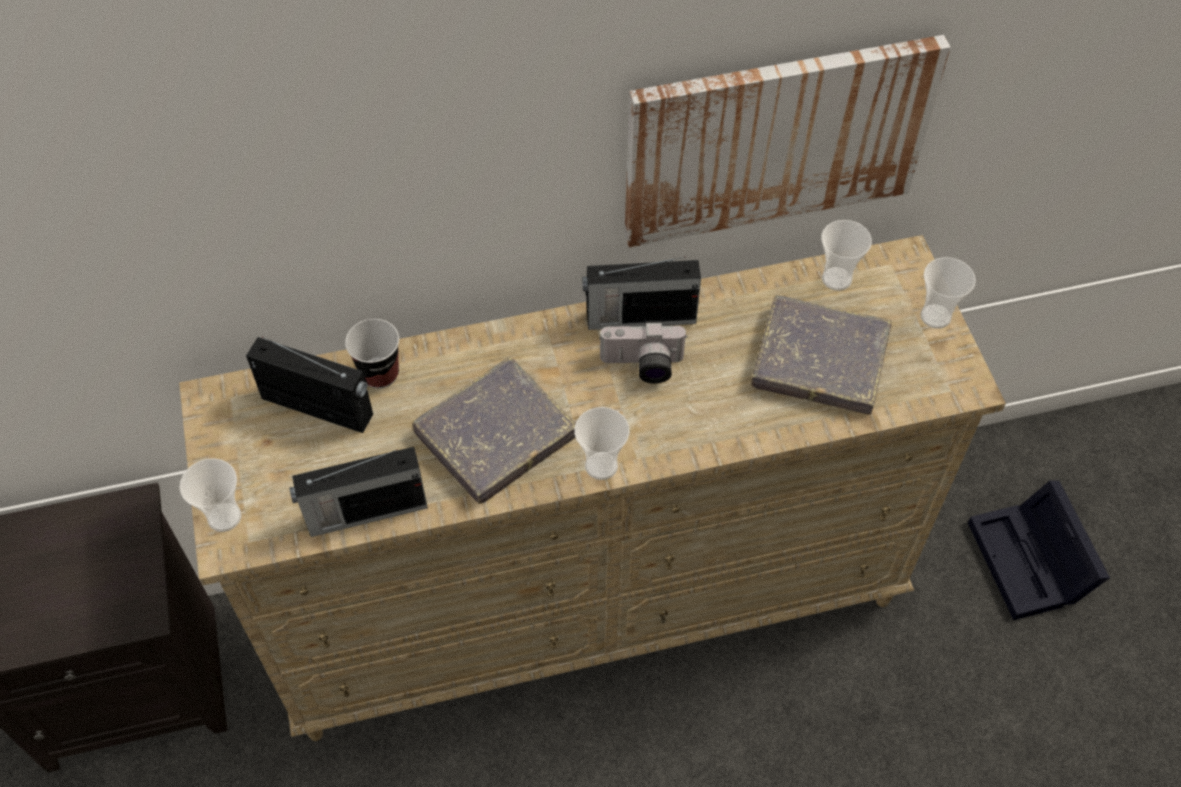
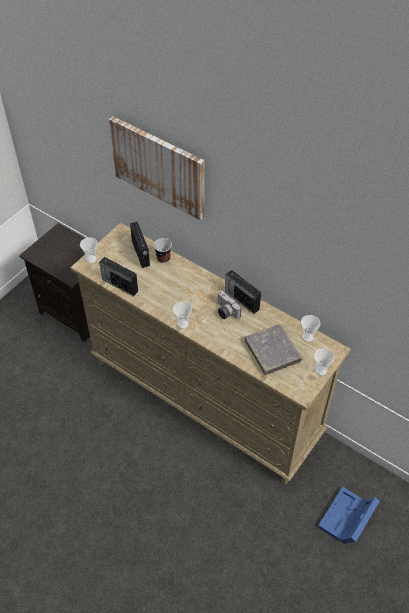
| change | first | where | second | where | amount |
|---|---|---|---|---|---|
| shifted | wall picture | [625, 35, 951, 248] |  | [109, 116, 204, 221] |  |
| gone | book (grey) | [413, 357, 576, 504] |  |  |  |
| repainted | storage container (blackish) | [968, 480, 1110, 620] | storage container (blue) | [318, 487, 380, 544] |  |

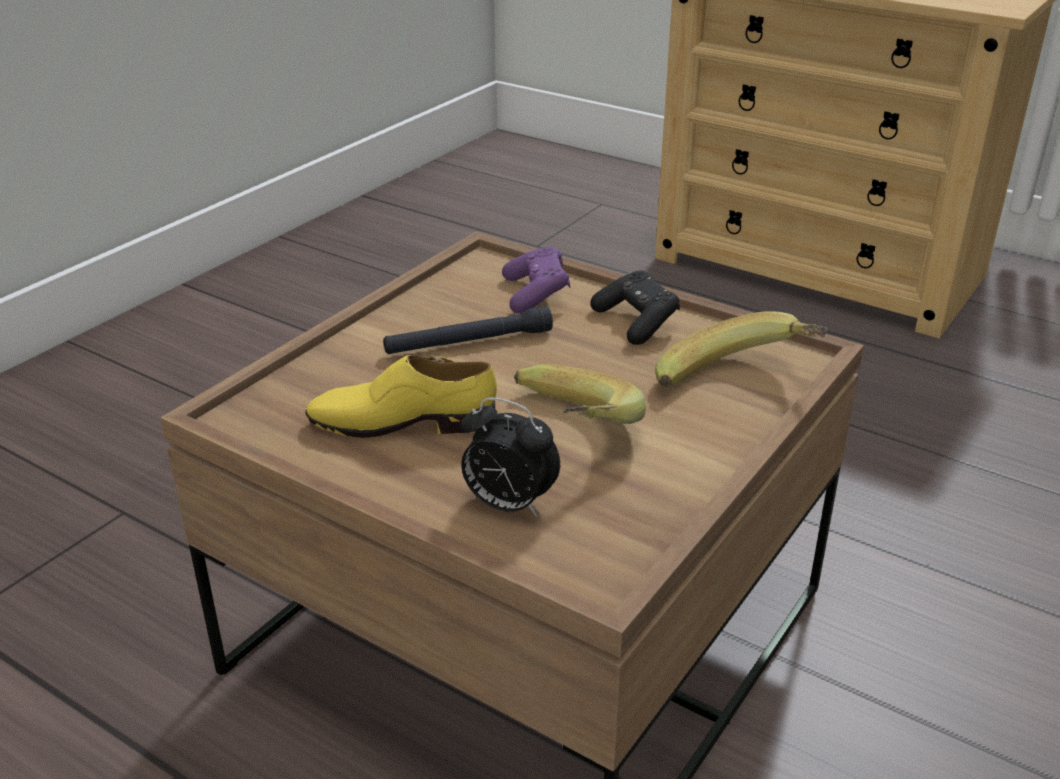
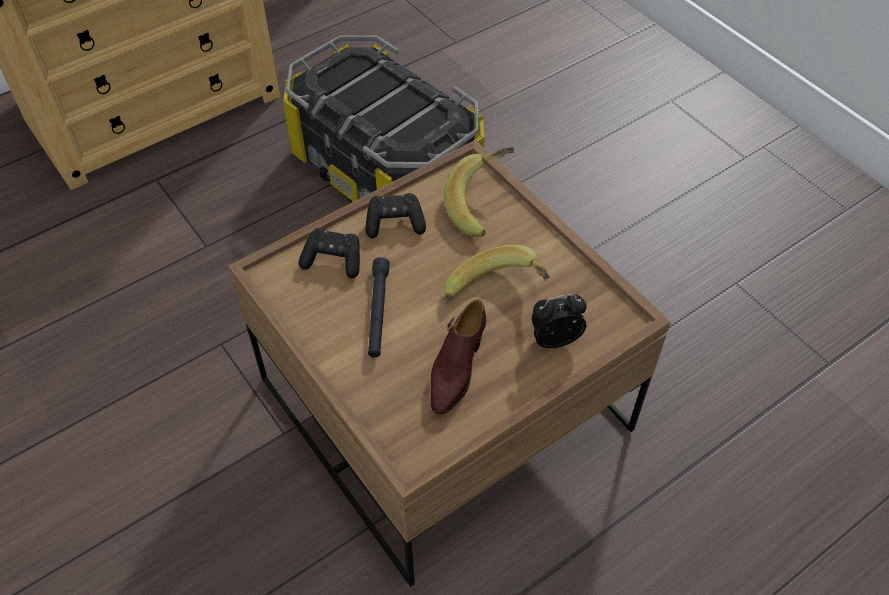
| change | first | where | second | where | amount |
|---|---|---|---|---|---|
| repainted | gamepad (purplish) | [502, 247, 571, 313] | gamepad (blackish) | [299, 228, 360, 279] |  |
| repainted | item of footwear (yellowish) | [305, 355, 497, 438] | item of footwear (brownish) | [431, 299, 486, 414] |  |
| rotated | bedside clock | [461, 397, 560, 517] |  | [532, 294, 587, 348] | 150 degrees counterclockwise |
| new |  |  | storage container | [283, 35, 485, 202] |  |

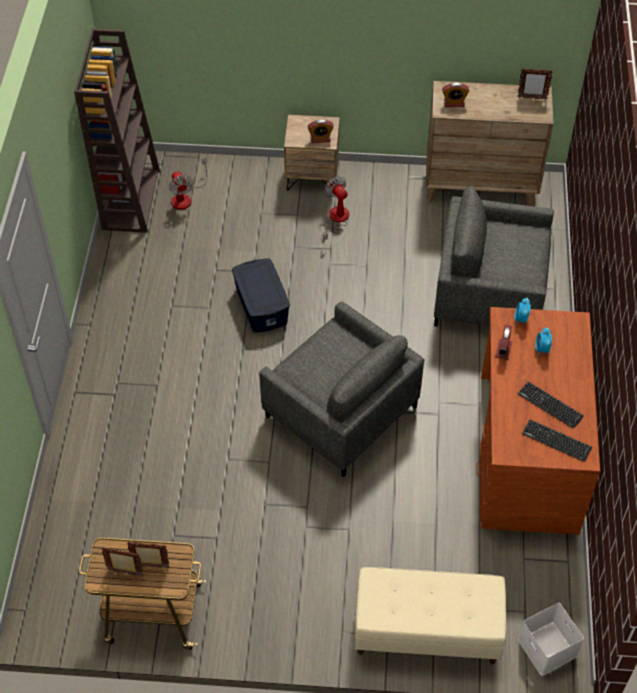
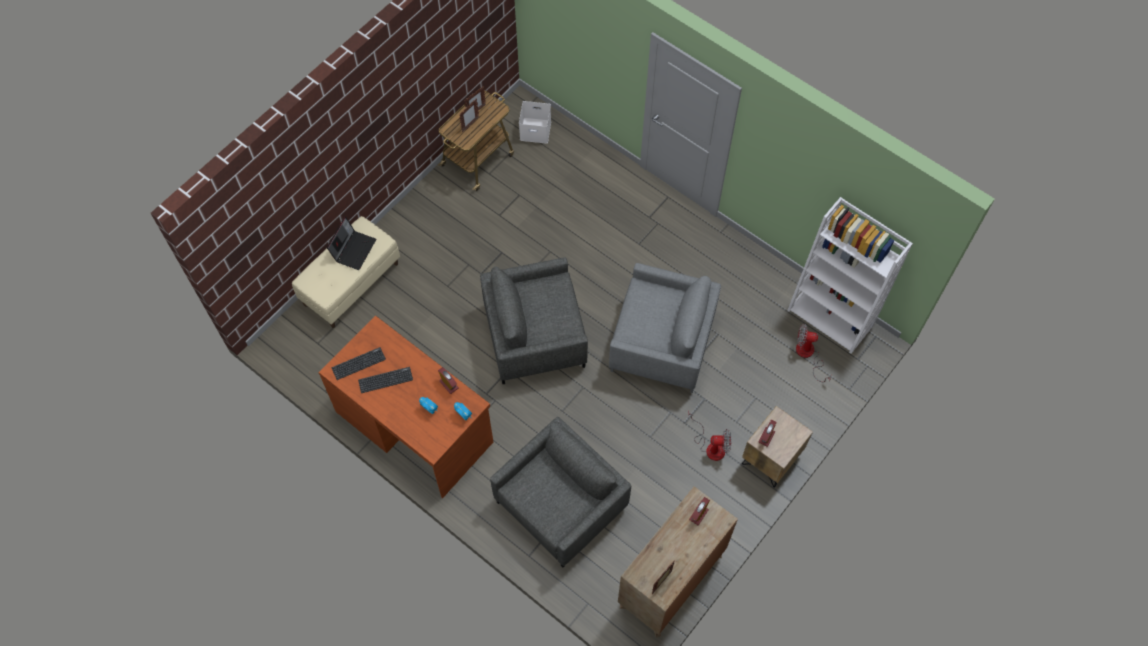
| change | first | where | second | where | amount |
|---|---|---|---|---|---|
| repainted | shelving unit (brownish) | [74, 28, 160, 233] | shelving unit (white) | [787, 197, 913, 354] |  |
| swapped | storage container (blue) | [232, 259, 290, 333] | easy chair (grey) | [609, 263, 721, 393] |  |
| shifted | storage container (white) | [518, 603, 584, 676] |  | [519, 101, 551, 144] |  |
| new |  |  | portable computer | [327, 217, 376, 270] |  |

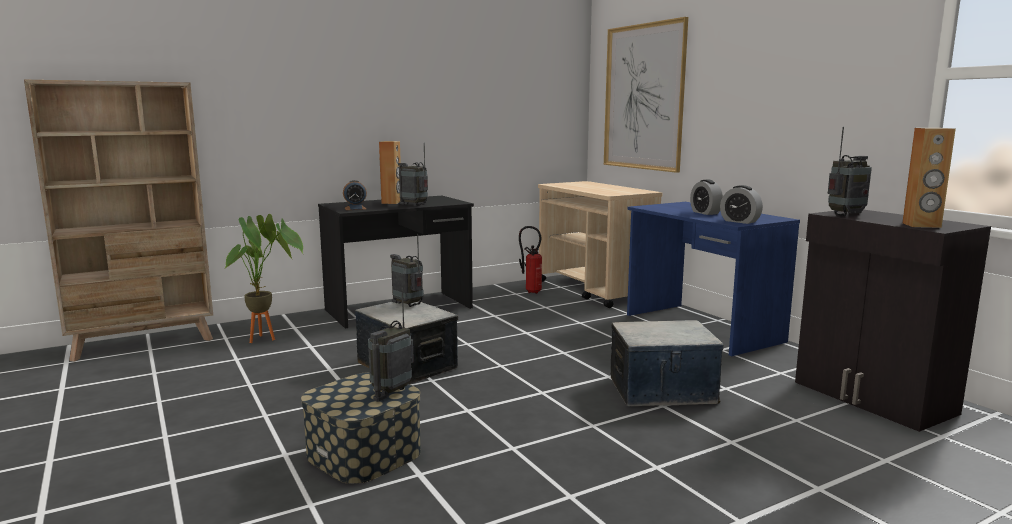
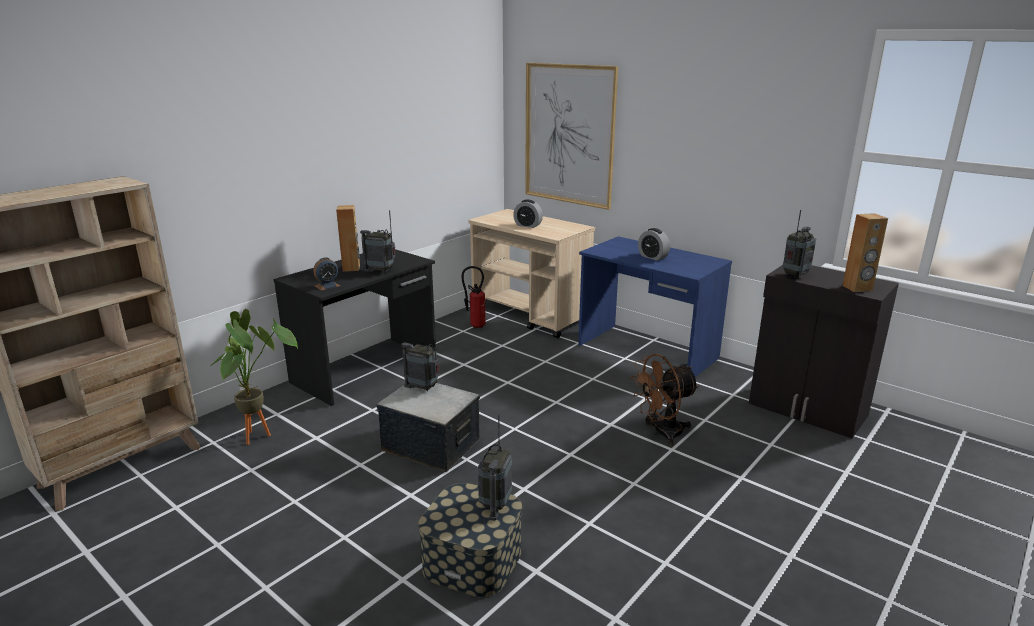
| change | first | where | second | where | amount |
|---|---|---|---|---|---|
| shifted | bedside clock | [720, 185, 763, 224] |  | [513, 200, 543, 228] |  |
| swapped | storage container | [611, 320, 724, 406] | electric fan (brownish) | [630, 354, 699, 446] |  |

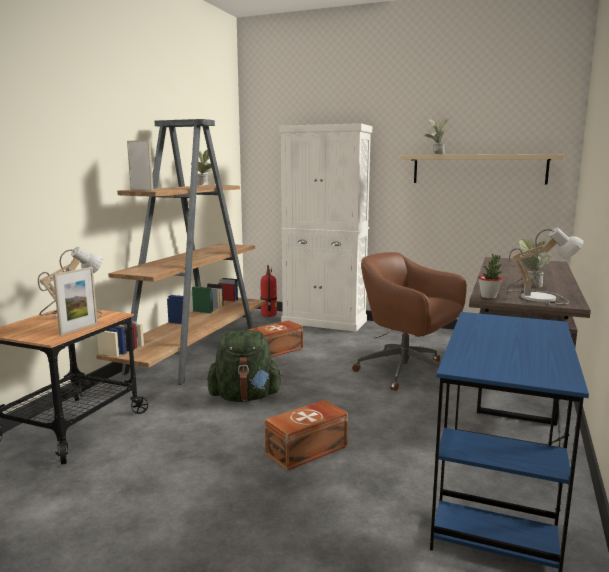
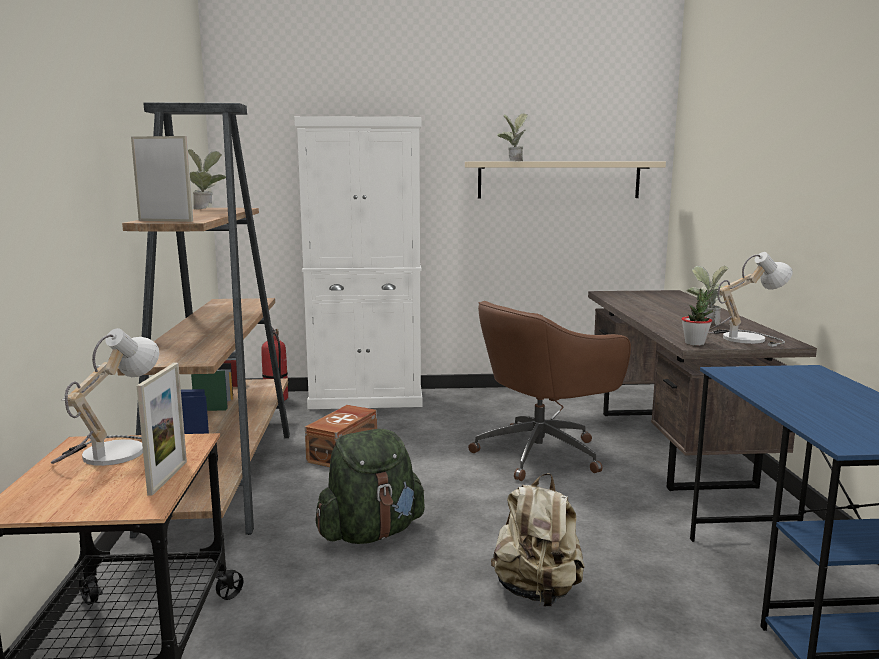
| change | first | where | second | where | amount |
|---|---|---|---|---|---|
| rotated | desk chair (brownish) | [352, 252, 467, 391] |  | [468, 301, 631, 481] | 45 degrees counterclockwise |
| swapped | storage container (brownish) | [265, 400, 348, 471] | rucksack (beige-coloured) | [491, 473, 585, 607] |  |

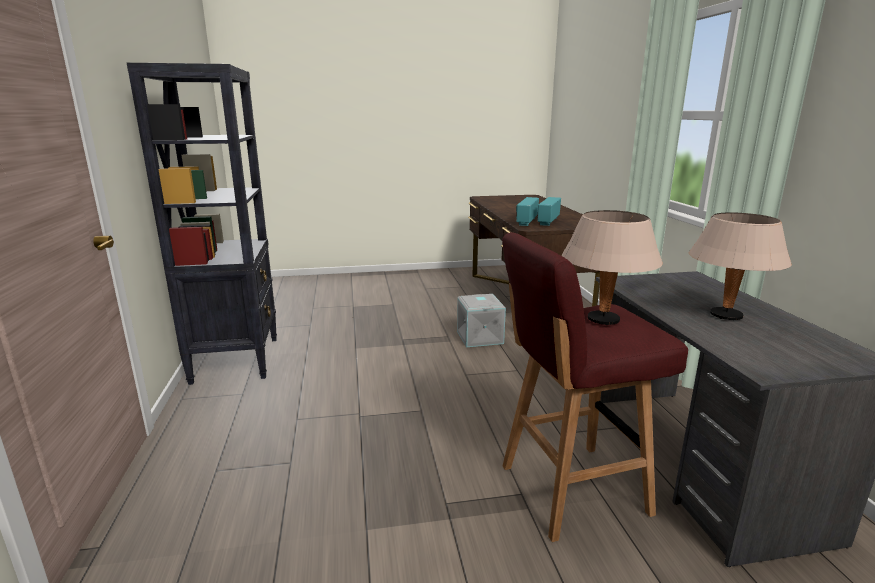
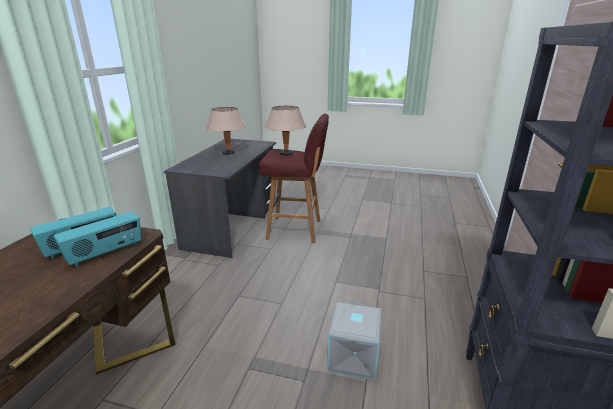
| change | first | where | second | where | amount |
|---|---|---|---|---|---|
| shifted | storage container (grey) | [457, 294, 506, 347] |  | [327, 302, 382, 380] |  |

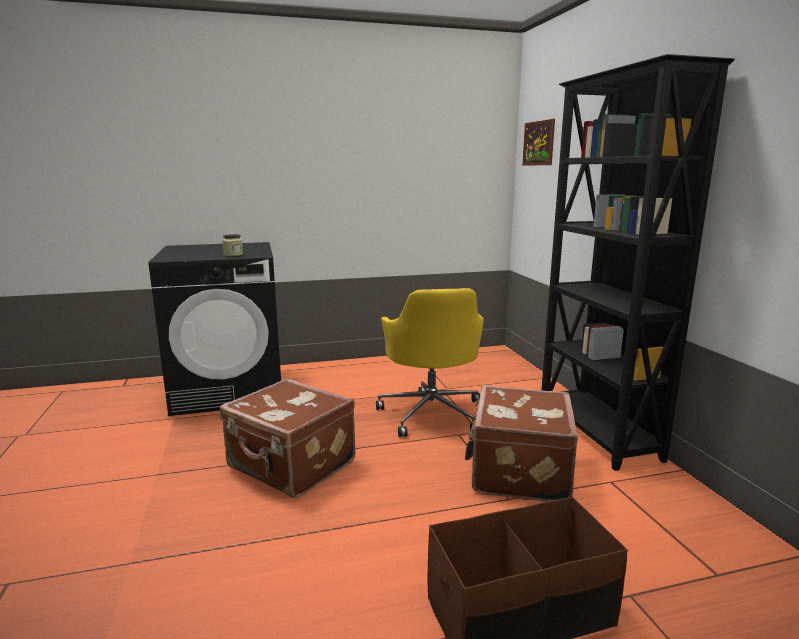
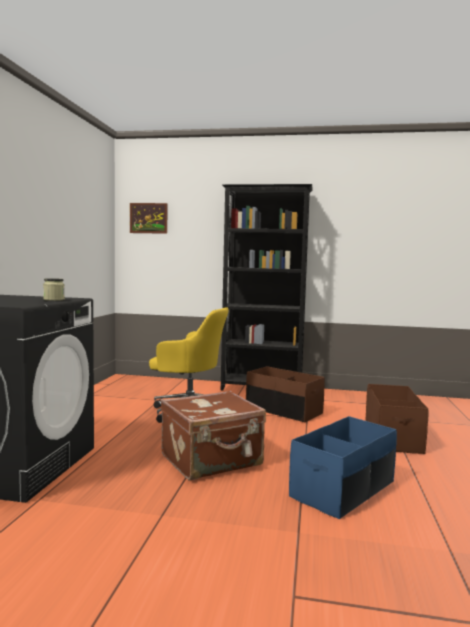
| change | first | where | second | where | amount |
|---|---|---|---|---|---|
| swapped | travel case (brownish) | [465, 385, 578, 502] | storage container (brownish) | [246, 366, 325, 423] |  |
| new |  |  | storage container (blue) | [289, 416, 397, 519] |  |

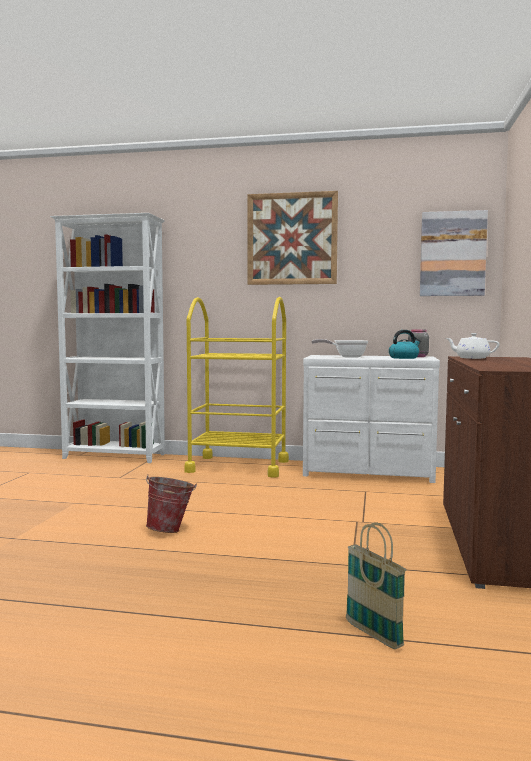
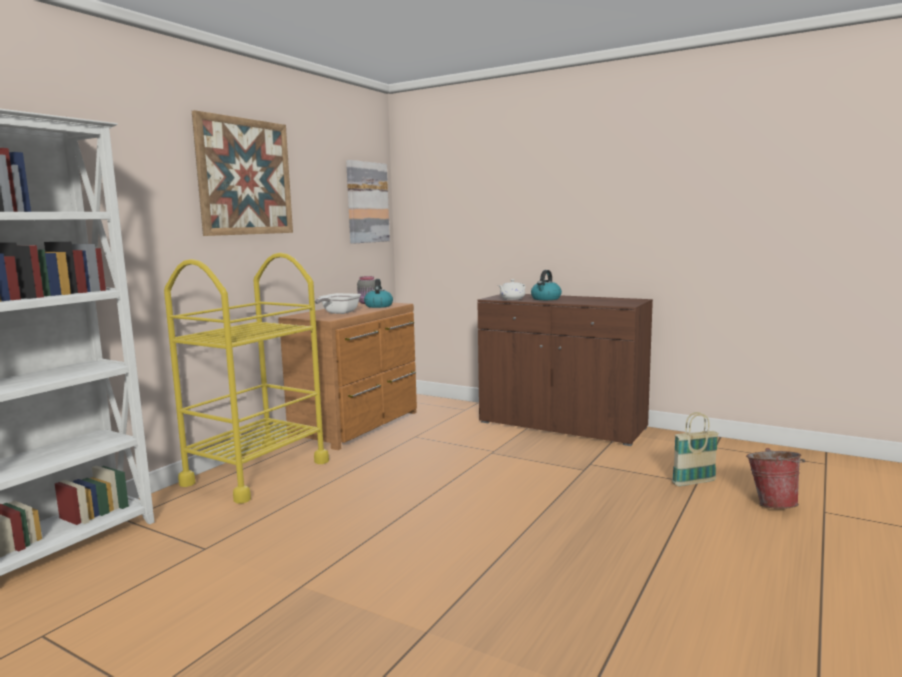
| change | first | where | second | where | amount |
|---|---|---|---|---|---|
| repainted | drawer chest (white) | [303, 355, 440, 483] | drawer chest (brownish) | [278, 302, 417, 450] |  |
| shifted | pail | [146, 475, 197, 533] |  | [746, 448, 806, 509] |  |
| new |  |  | kettle | [531, 270, 562, 300] |  |

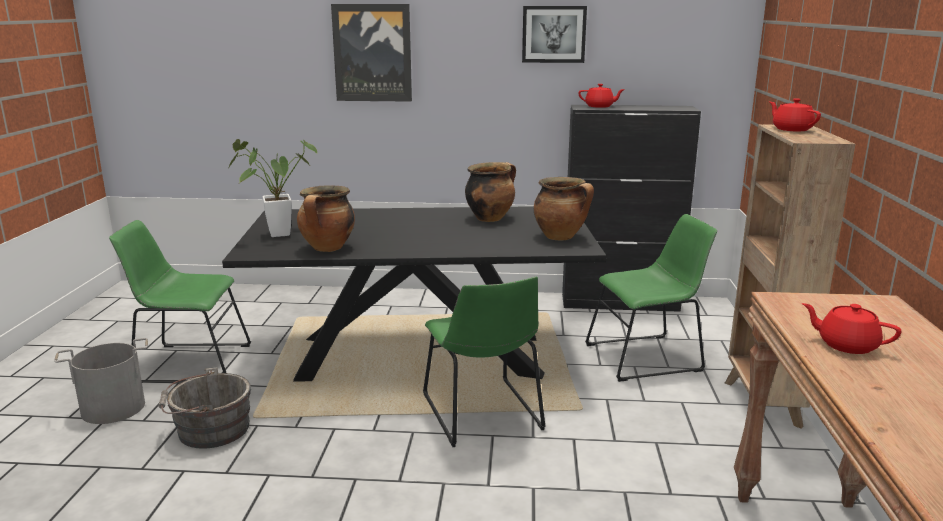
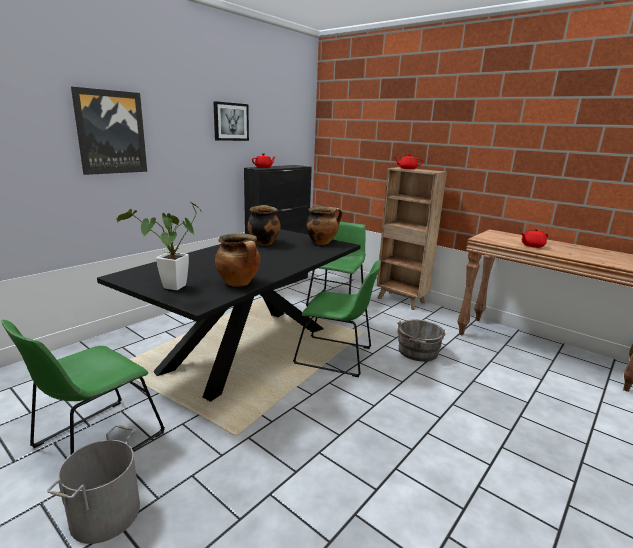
| change | first | where | second | where | amount |
|---|---|---|---|---|---|
| shifted | pail (grey) | [158, 367, 251, 448] |  | [397, 320, 445, 362] |  |

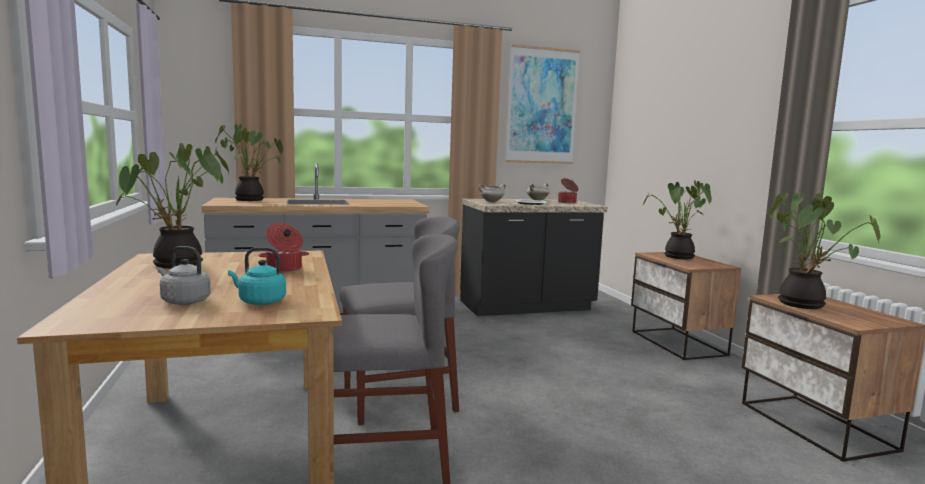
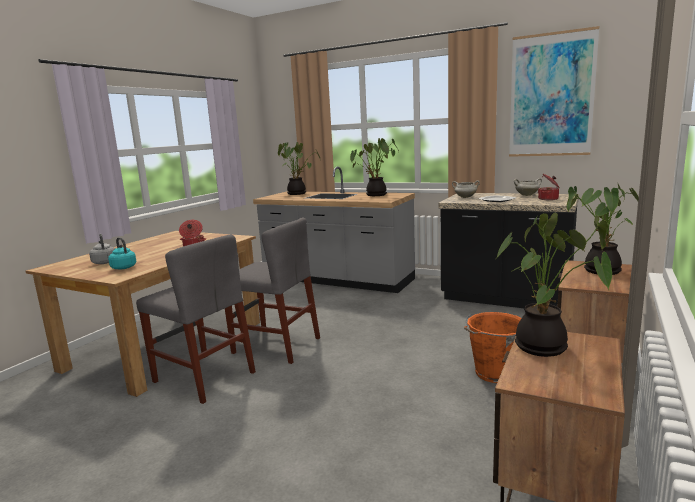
| change | first | where | second | where | amount |
|---|---|---|---|---|---|
| shifted | potted plant | [116, 143, 229, 269] |  | [350, 138, 399, 196] |  |
| new |  |  | pail (orange-coloured) | [464, 312, 522, 383] |  |

